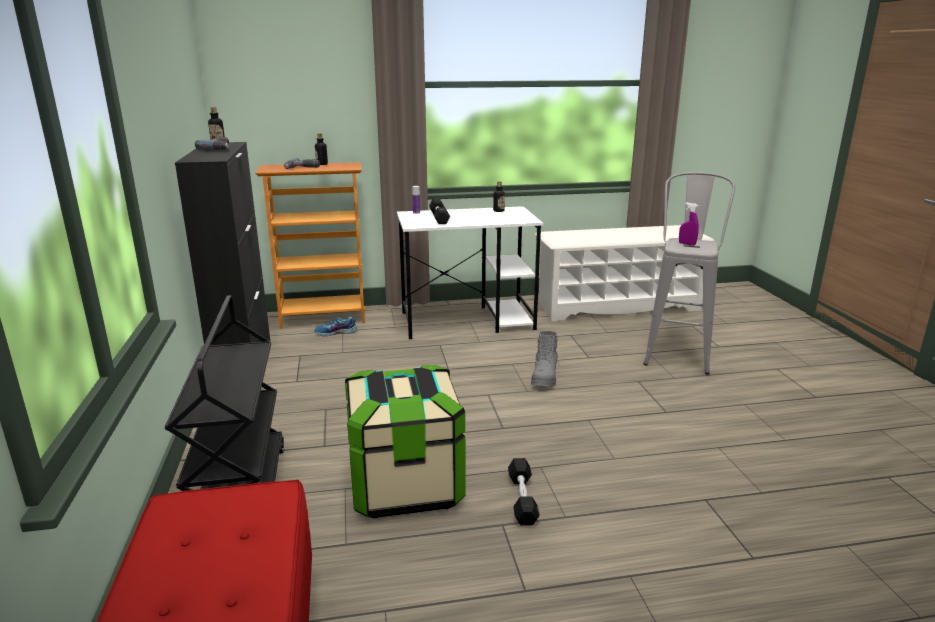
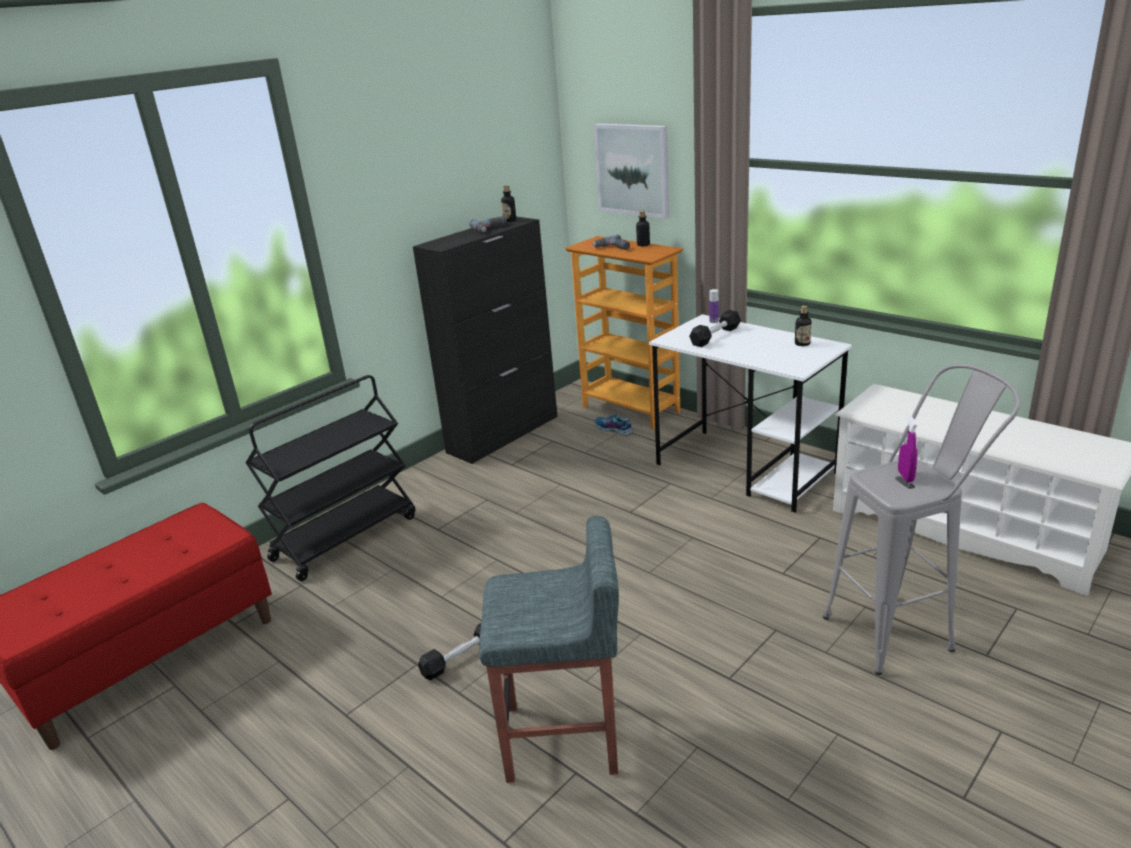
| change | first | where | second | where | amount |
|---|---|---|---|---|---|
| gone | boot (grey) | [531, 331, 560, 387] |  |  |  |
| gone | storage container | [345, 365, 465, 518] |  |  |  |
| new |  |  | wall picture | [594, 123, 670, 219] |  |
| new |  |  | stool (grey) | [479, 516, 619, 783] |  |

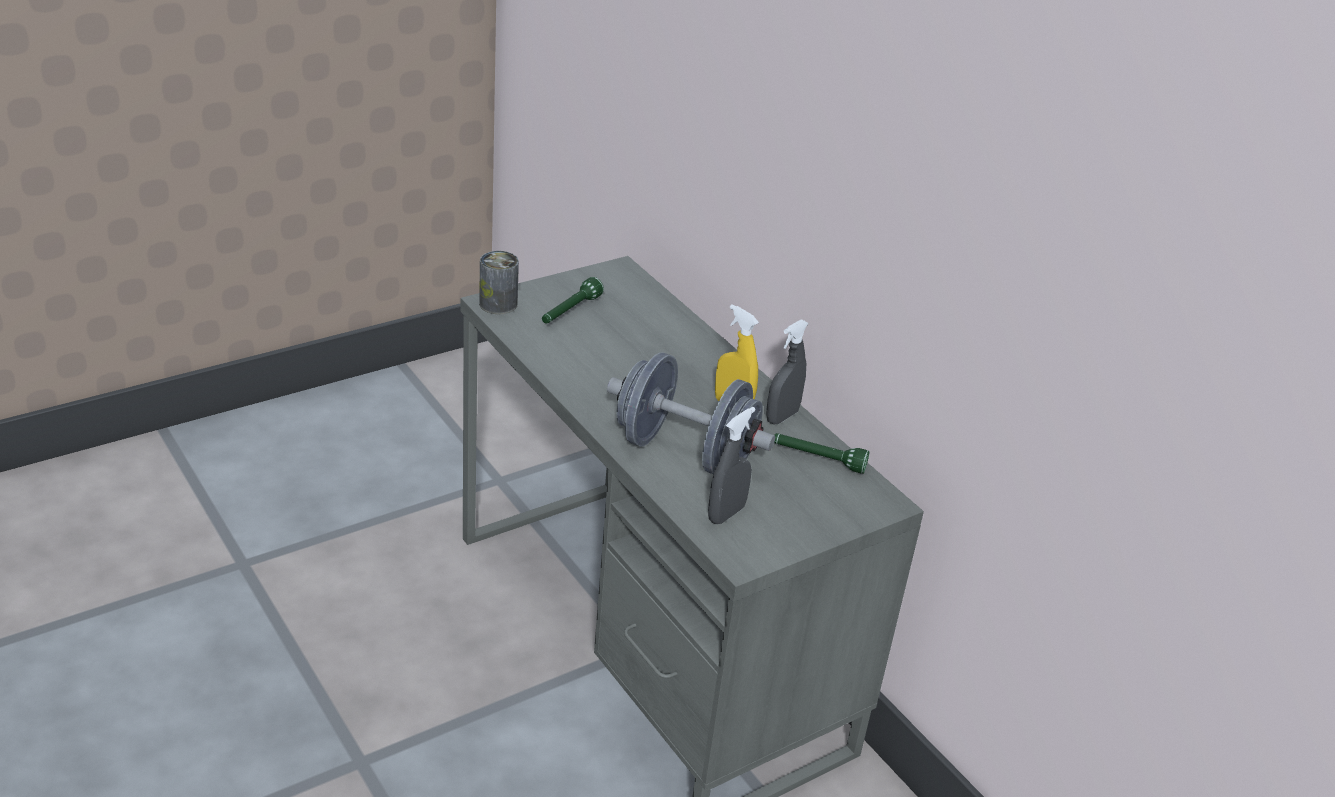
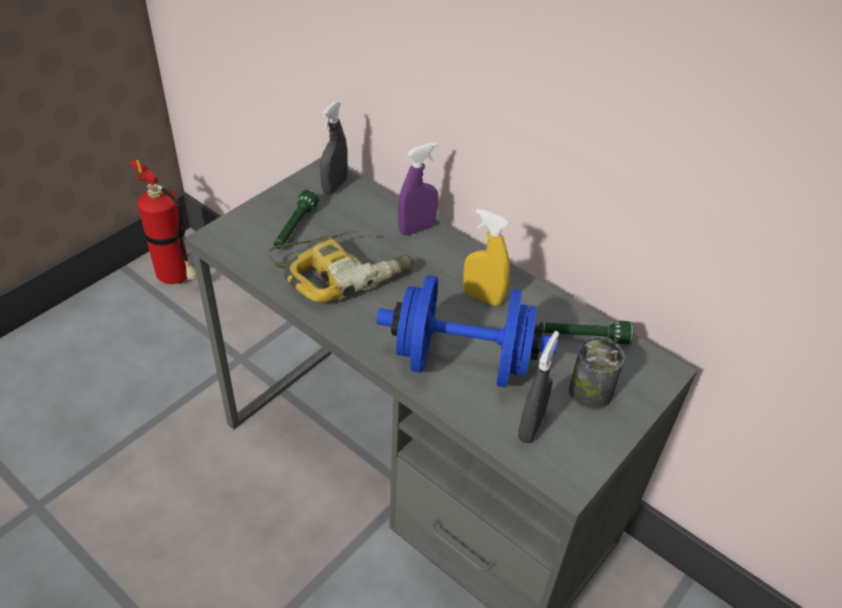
| change | first | where | second | where | amount |
|---|---|---|---|---|---|
| shifted | sealed can | [479, 251, 519, 314] |  | [569, 338, 625, 410] |  |
| shifted | spray bottle (grey) | [766, 319, 809, 424] |  | [320, 102, 348, 194] |  |
| repainted | free weight (grey) | [607, 352, 775, 474] | free weight (blue) | [376, 275, 558, 387] |  |
| new |  |  | spray bottle (purplish) | [398, 142, 438, 235] |  |
| new |  |  | extinguisher | [130, 160, 197, 284] |  |
| new |  |  | power drill | [267, 231, 414, 302] |  |

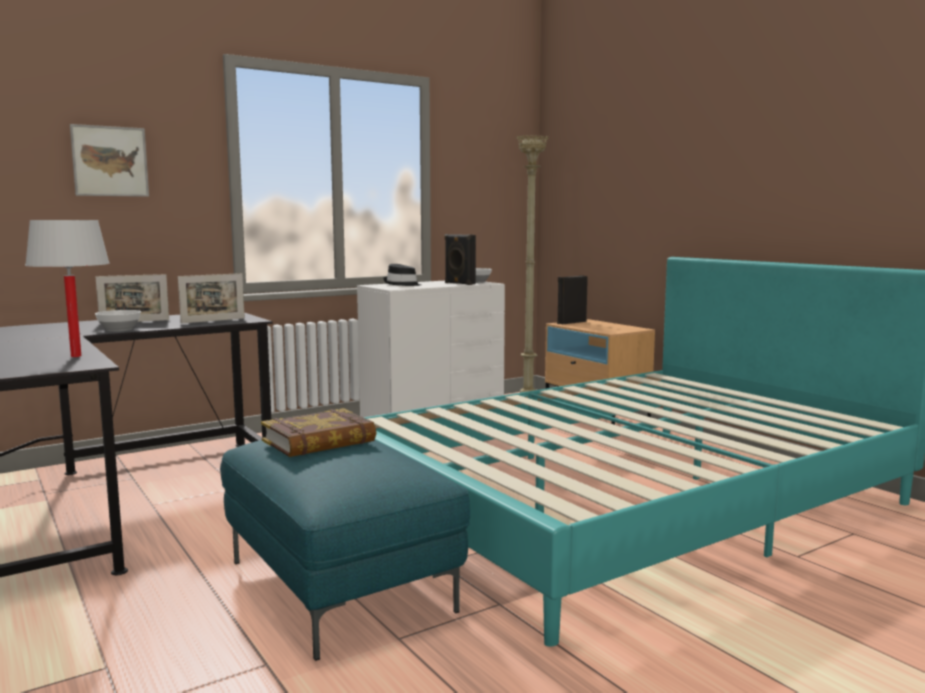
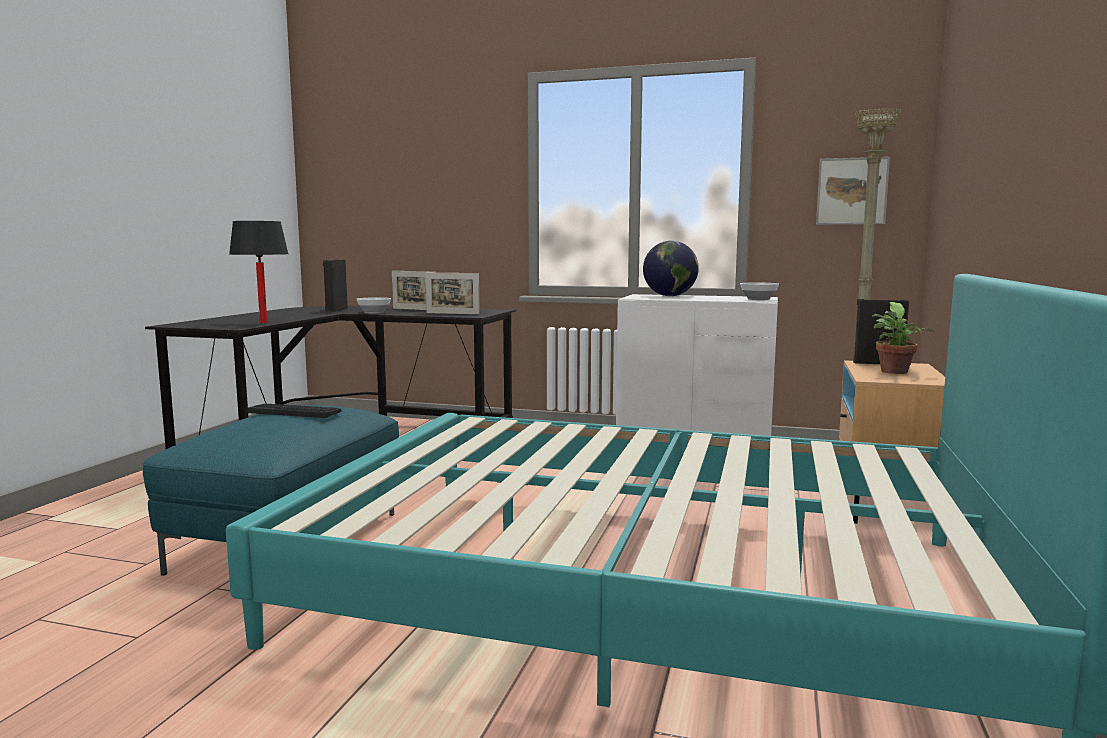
| change | first | where | second | where | amount |
|---|---|---|---|---|---|
| shifted | wall picture | [70, 124, 149, 197] |  | [816, 157, 890, 225] |  |
| repainted | tabletop lamp (white) | [25, 220, 110, 357] | tabletop lamp (blackish) | [229, 221, 289, 323] |  |
| shifted | audio speaker (blackish) | [445, 234, 476, 285] |  | [323, 259, 348, 312] |  |
| swapped | wearable hat (blackish) | [383, 264, 422, 286] | globe | [643, 241, 699, 296] |  |
| swapped | book | [261, 408, 376, 457] | computer keyboard | [247, 404, 342, 418] |  |
| new |  |  | potted plant | [872, 302, 934, 374] |  |

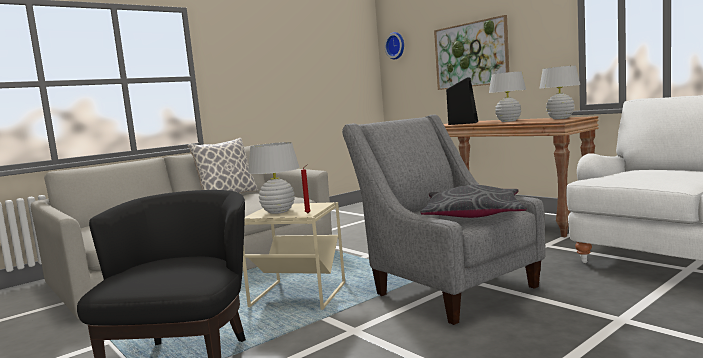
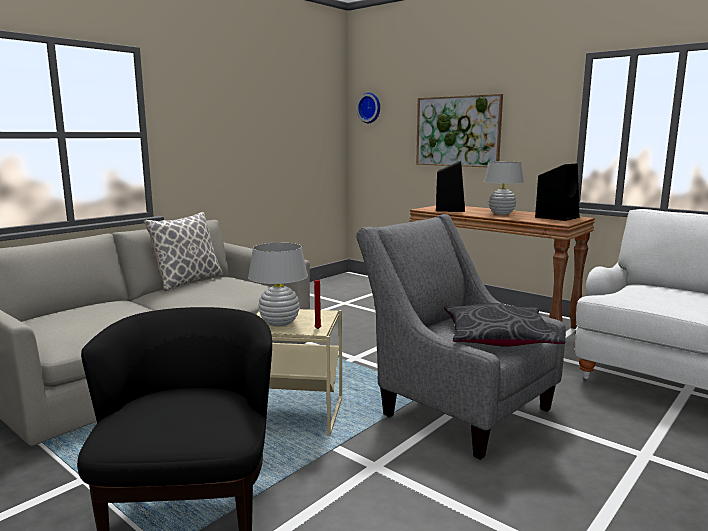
| change | first | where | second | where | amount |
|---|---|---|---|---|---|
| swapped | tabletop lamp (white) | [539, 66, 580, 119] | audio speaker (blackish) | [535, 163, 579, 221] |  |

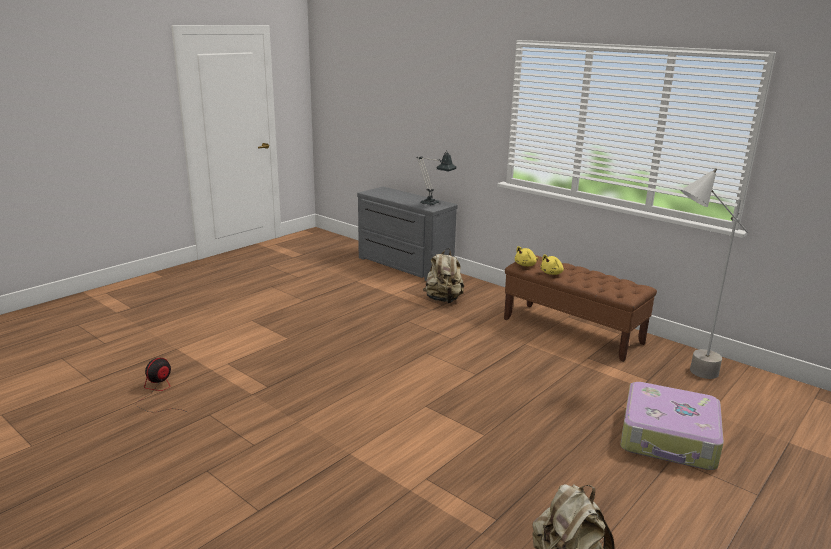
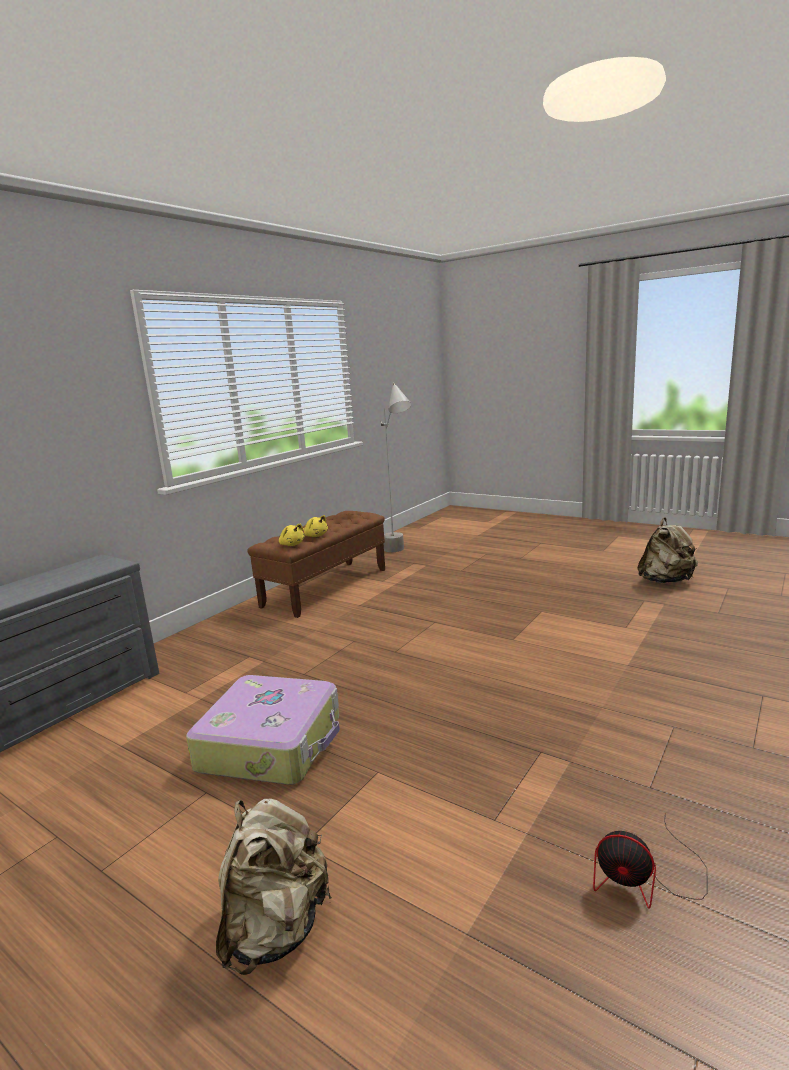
| change | first | where | second | where | amount |
|---|---|---|---|---|---|
| gone | tabletop lamp | [417, 151, 457, 205] |  |  |  |
| shifted | rucksack (beige-coloured) | [423, 248, 464, 303] |  | [216, 799, 332, 975] |  |
| shifted | travel case | [620, 382, 724, 470] |  | [186, 675, 340, 785] |  |

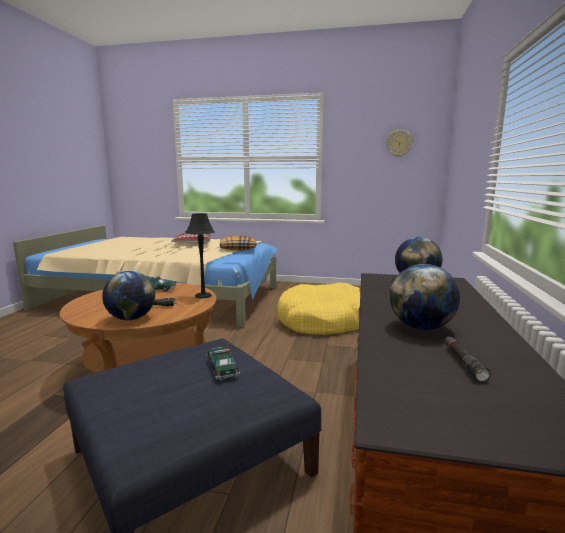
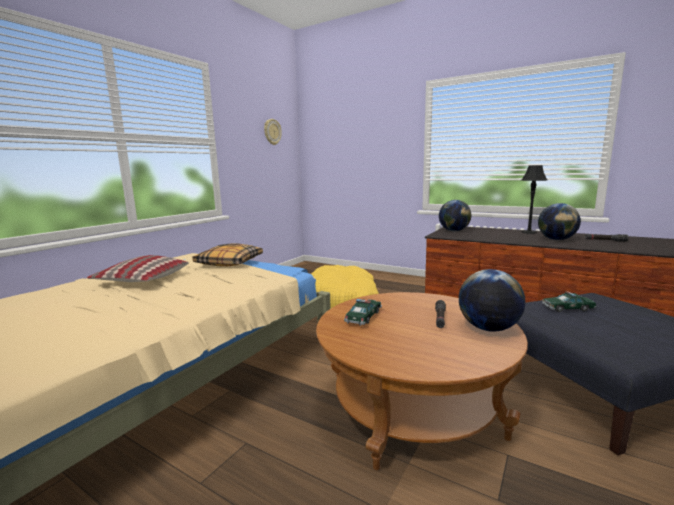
| change | first | where | second | where | amount |
|---|---|---|---|---|---|
| shifted | tabletop lamp (blackish) | [185, 213, 215, 299] |  | [521, 165, 547, 234] |  |

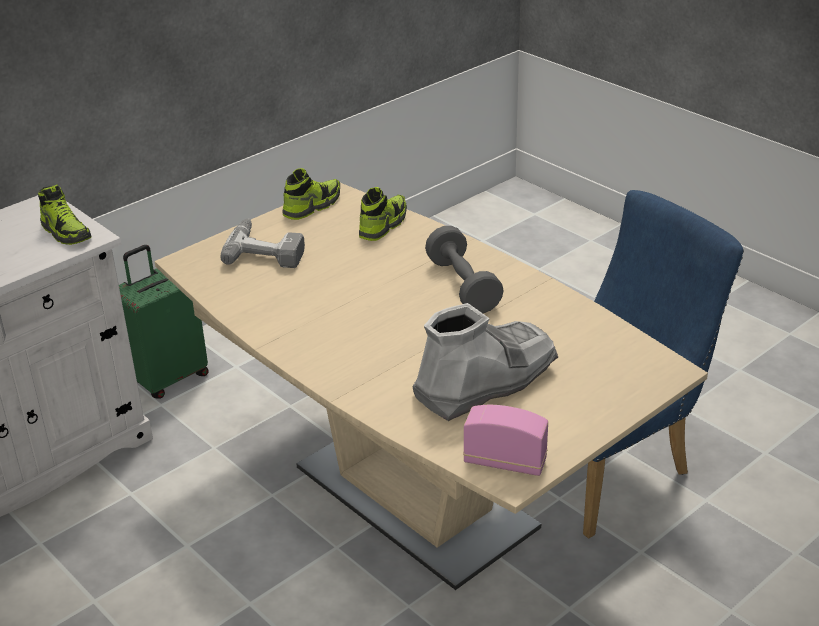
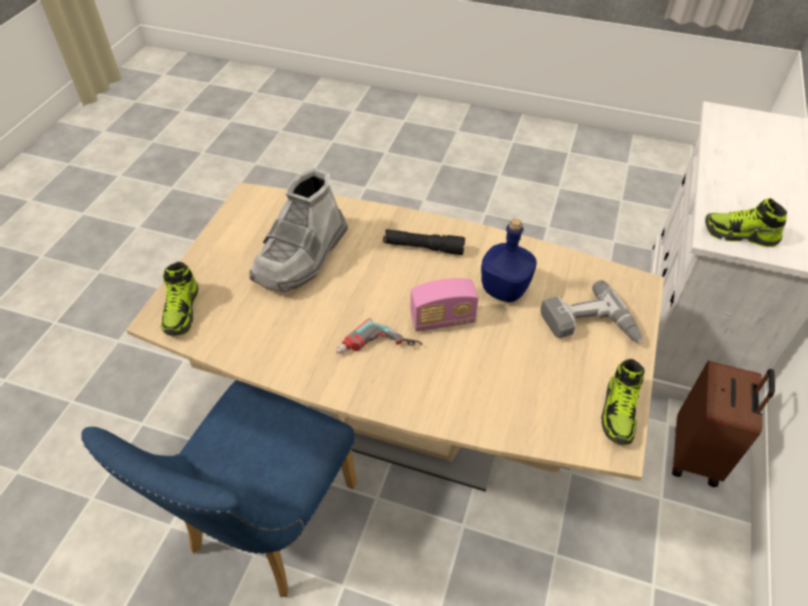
| change | first | where | second | where | amount |
|---|---|---|---|---|---|
| shifted | item of footwear | [359, 187, 407, 241] |  | [161, 262, 199, 336] |  |
| swapped | free weight (grey) | [425, 226, 504, 313] | power drill | [336, 318, 422, 354] |  |
| repainted | travel case (green-coloured) | [119, 245, 209, 398] | travel case (brownish) | [672, 361, 775, 487] |  |
| shifted | radio set | [463, 405, 548, 476] |  | [410, 278, 479, 332] |  |
| new |  |  | bottle (blue) | [481, 219, 537, 302] |  |
| new |  |  | flashlight (blackish) | [383, 229, 465, 255] |  |

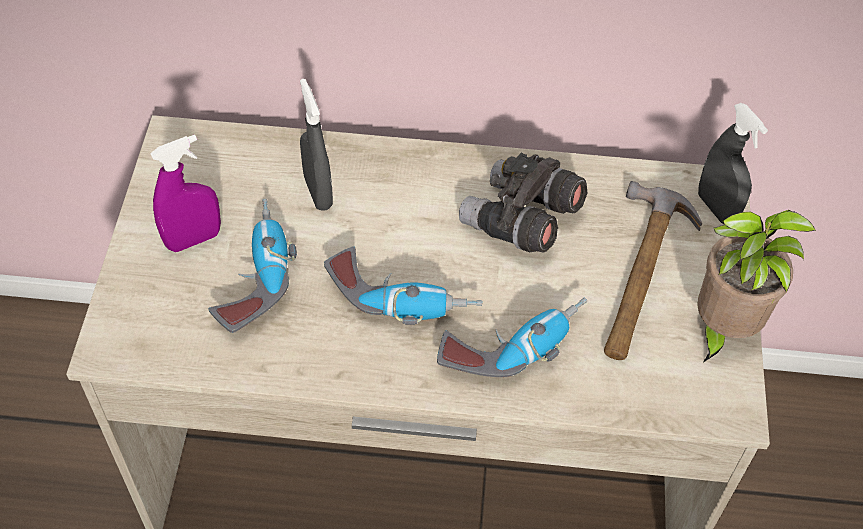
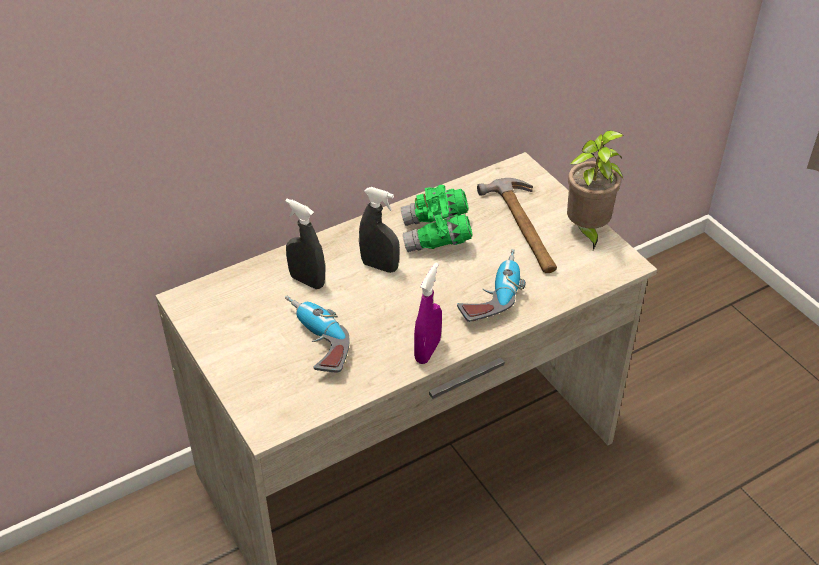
| change | first | where | second | where | amount |
|---|---|---|---|---|---|
| shifted | spray bottle (grey) | [698, 103, 768, 224] |  | [359, 187, 400, 273] |  |
| shifted | spray bottle (purplish) | [150, 135, 221, 252] |  | [414, 263, 442, 364] |  |
| repainted | field glasses (grey) | [459, 153, 588, 253] | field glasses (green-coloured) | [401, 185, 472, 252] |  |
| gone | power drill | [324, 246, 482, 325] |  |  |  |

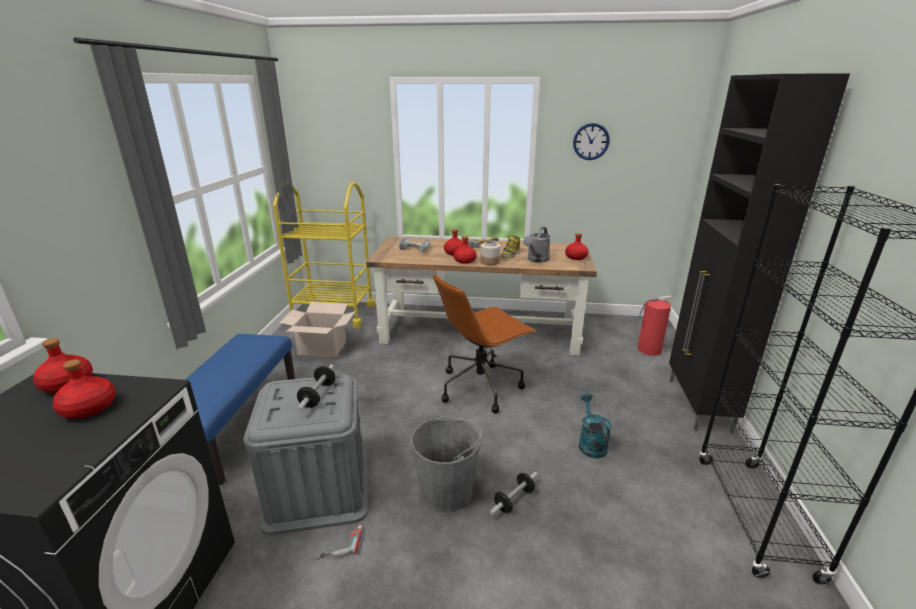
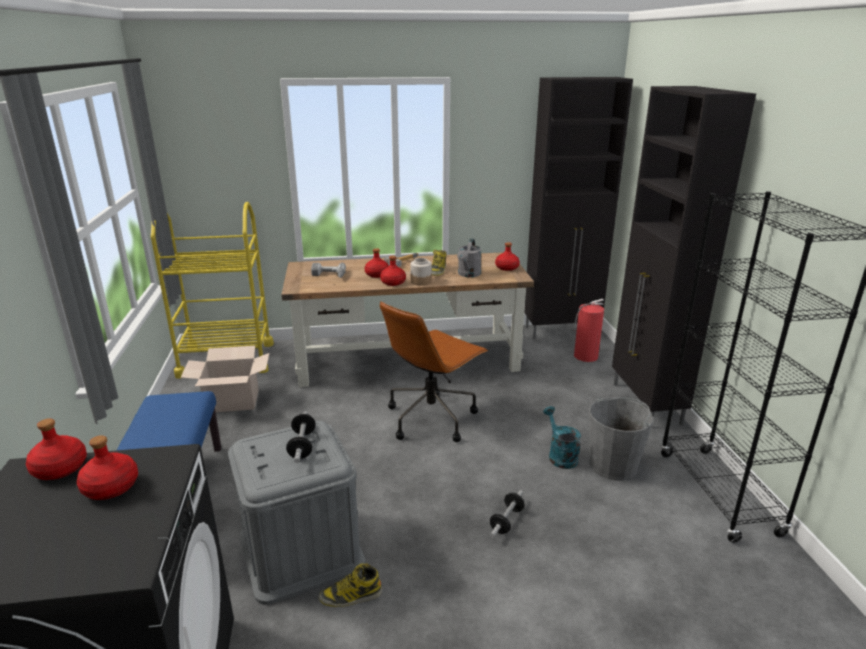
| change | first | where | second | where | amount |
|---|---|---|---|---|---|
| gone | wall clock | [573, 123, 610, 160] |  |  |  |
| shifted | pail (grey) | [411, 415, 482, 512] |  | [589, 397, 653, 481] |  |
| swapped | power drill | [315, 525, 362, 560] | boot | [319, 563, 382, 607] |  |
| new |  |  | storage cabinet (blackish) | [525, 77, 633, 339] |  |

